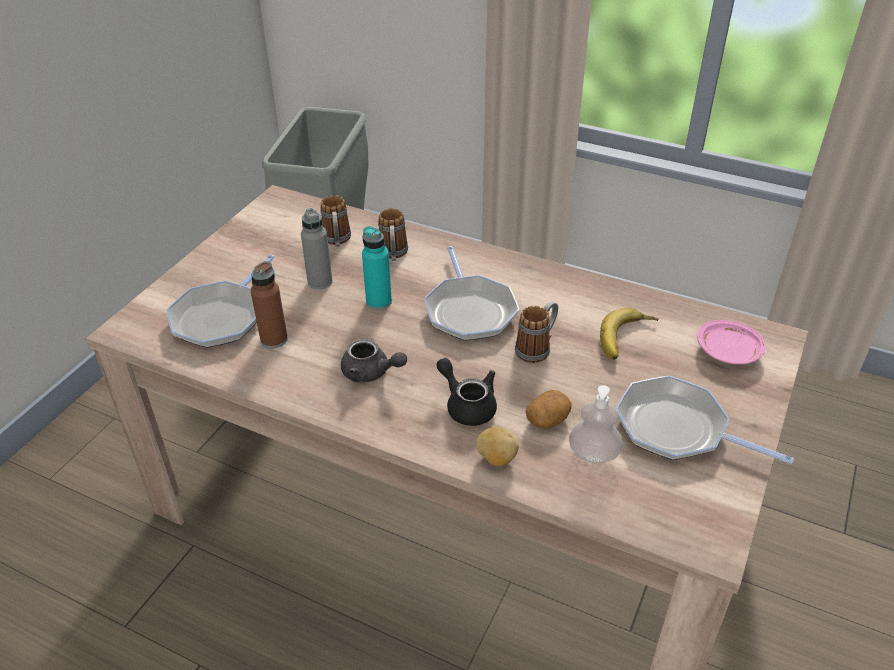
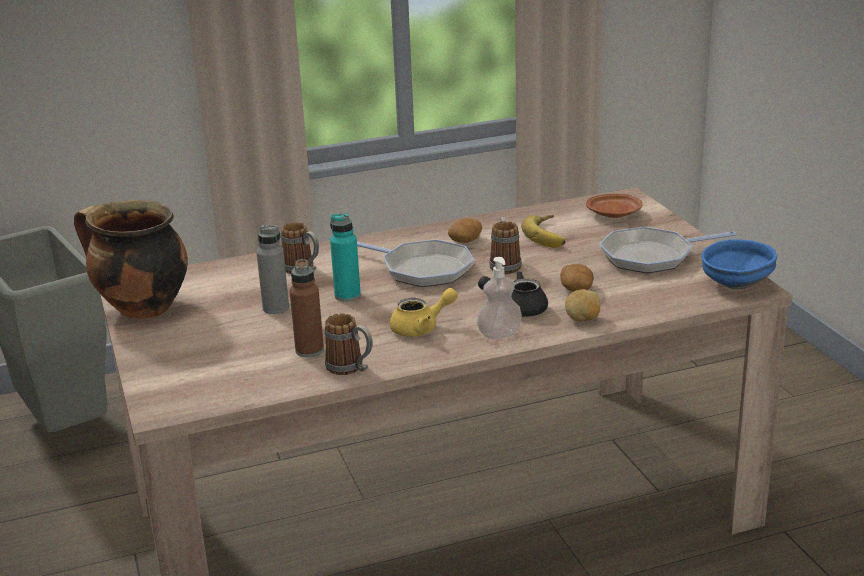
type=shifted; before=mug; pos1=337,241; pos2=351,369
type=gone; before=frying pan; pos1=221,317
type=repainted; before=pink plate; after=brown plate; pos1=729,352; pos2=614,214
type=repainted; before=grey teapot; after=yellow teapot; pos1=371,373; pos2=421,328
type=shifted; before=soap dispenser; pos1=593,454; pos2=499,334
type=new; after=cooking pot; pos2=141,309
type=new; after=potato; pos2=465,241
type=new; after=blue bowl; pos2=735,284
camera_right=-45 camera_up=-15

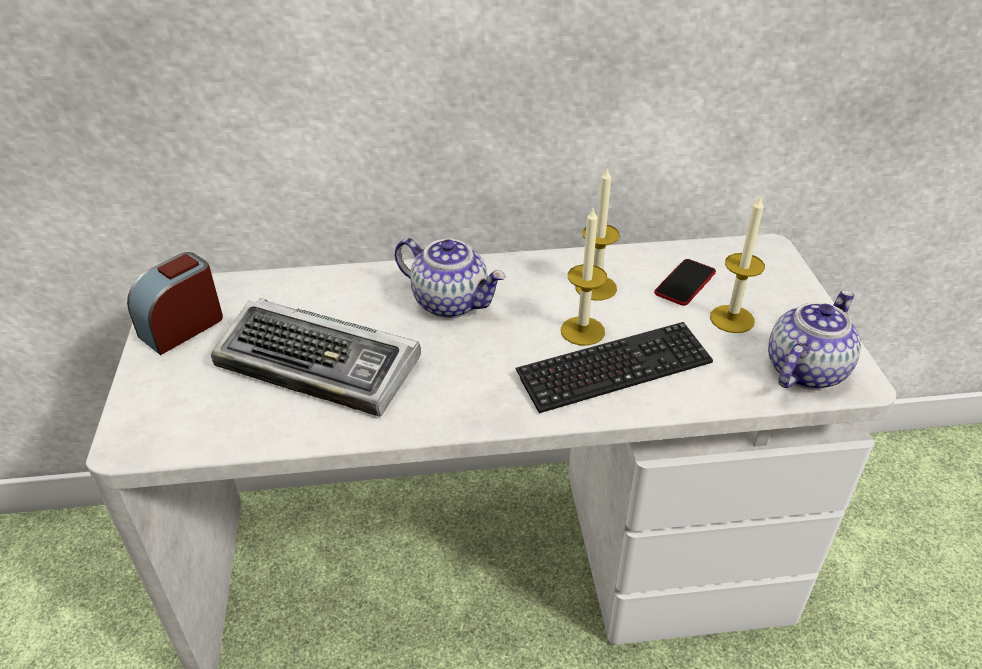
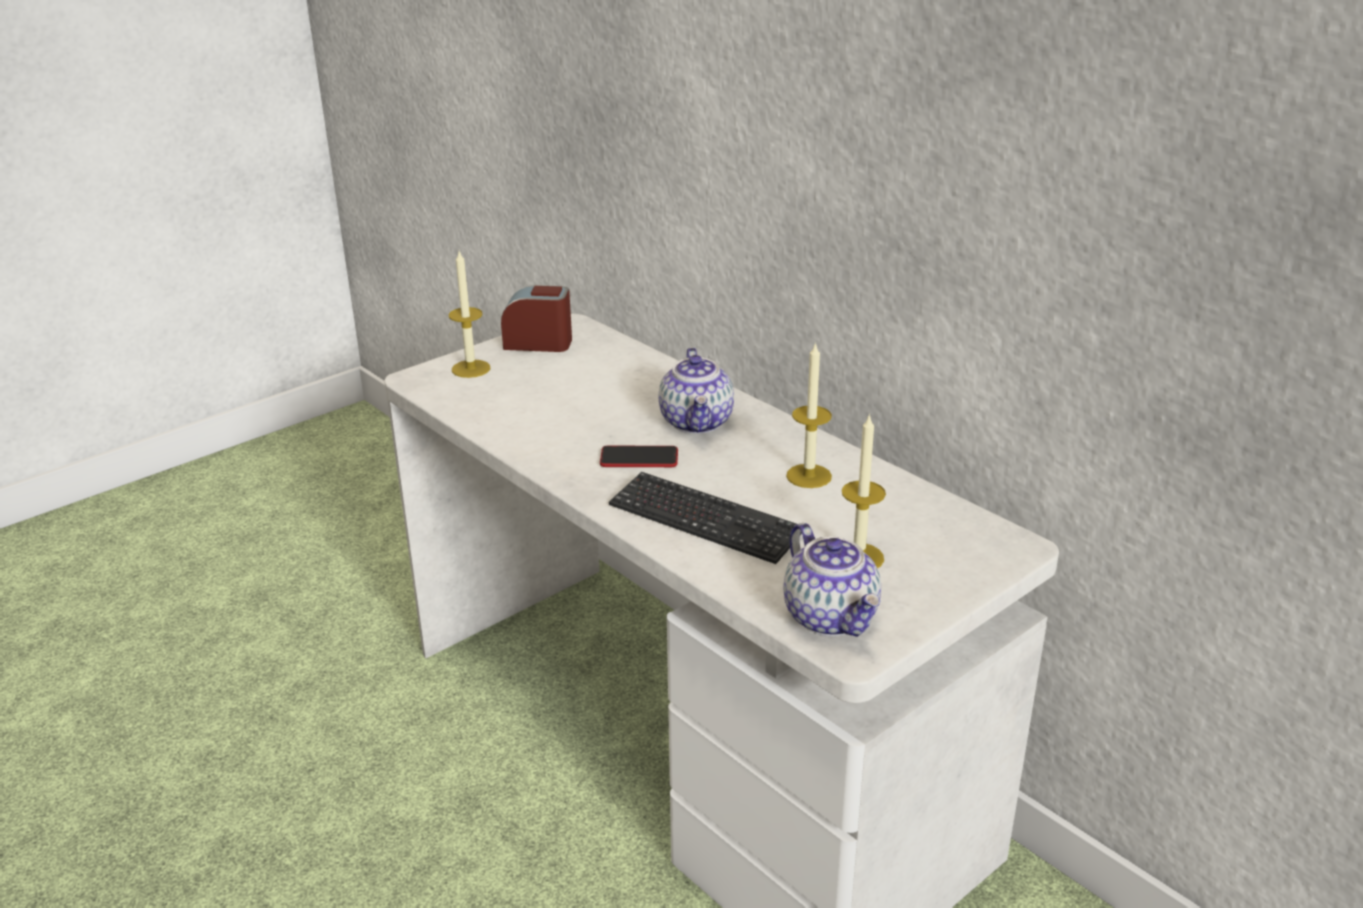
type=shifted; before=candle; pos1=582,331; pos2=471,369
type=shifted; before=phone; pos1=685,283; pos2=639,458
type=rotated; before=teapot; pos1=804,369; pos2=832,617; turn=60
type=gone; before=keyboard; pos1=321,365
camera_right=55 camera_up=-10

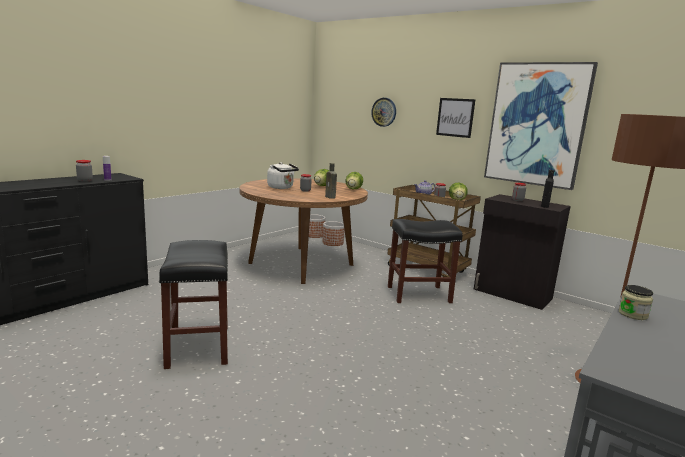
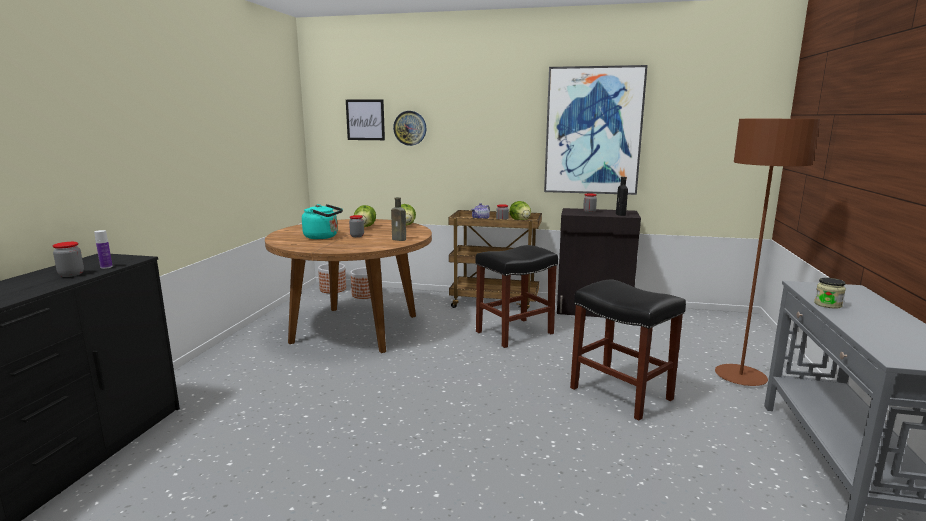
type=shifted; before=picture; pos1=455,117; pos2=365,120
type=repainted; before=white kettle; after=turquoise kettle; pos1=281,188; pos2=323,237
type=shifted; before=black stool; pos1=197,346; pos2=619,393
camera_right=-25 camera_up=0

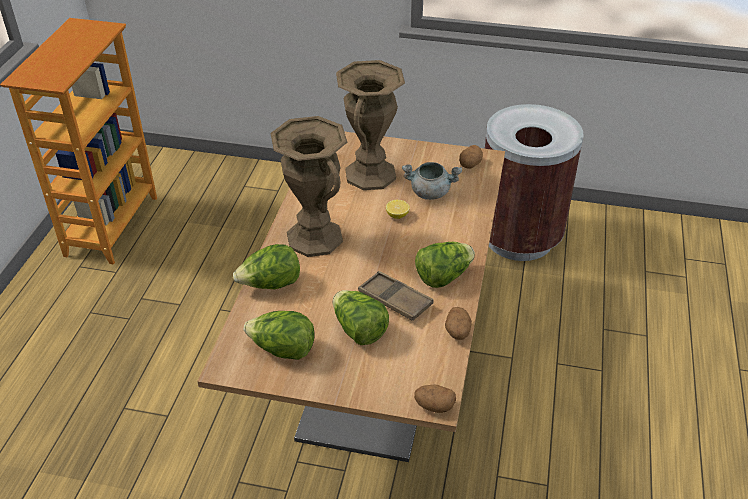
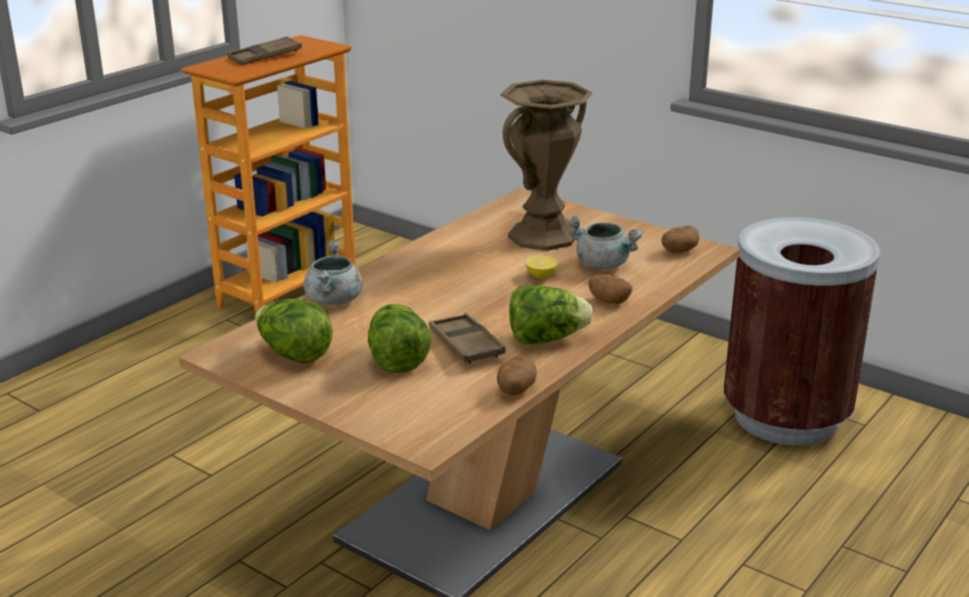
type=gone; before=brown vase; pos1=314,238
type=swapped; before=lettuce; after=grey cooking pot; pos1=270,285; pos2=334,300
type=shifted; before=potato; pos1=434,406; pos2=609,301
type=new; after=brown tray; pos2=265,56
camera_right=25 camera_up=-15

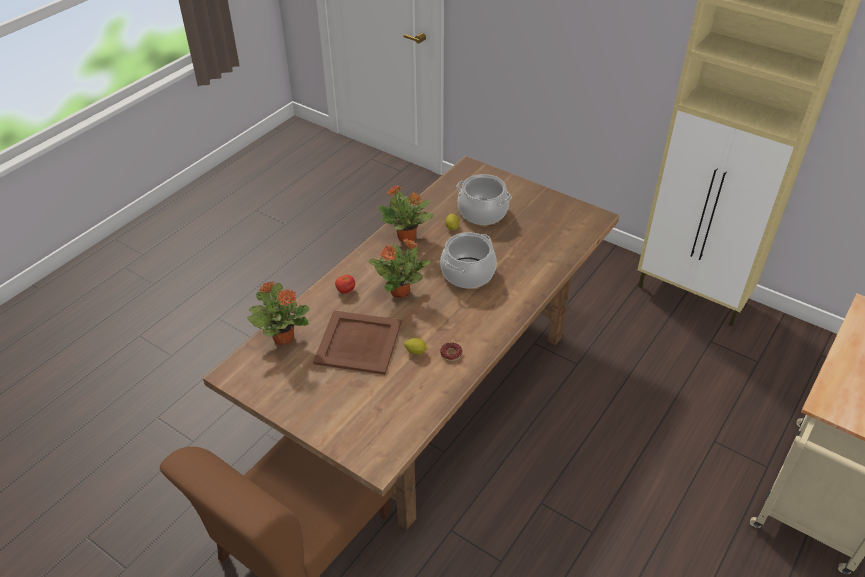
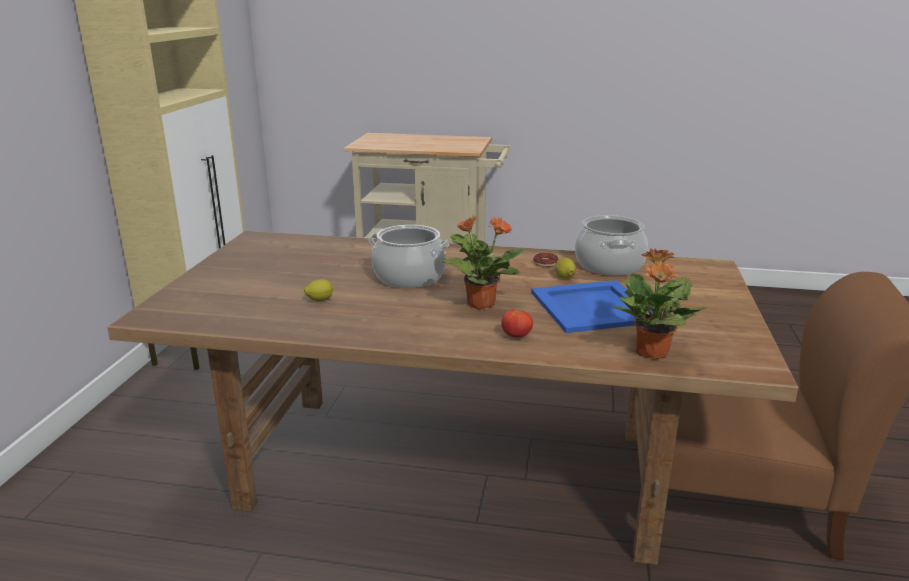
type=shifted; before=cooking pot; pos1=483,212; pos2=608,265
type=gone; before=potted plant; pos1=407,238
type=repainted; before=brown tray; after=blue tray; pos1=359,342; pos2=591,306
camera_right=-115 camera_up=-20

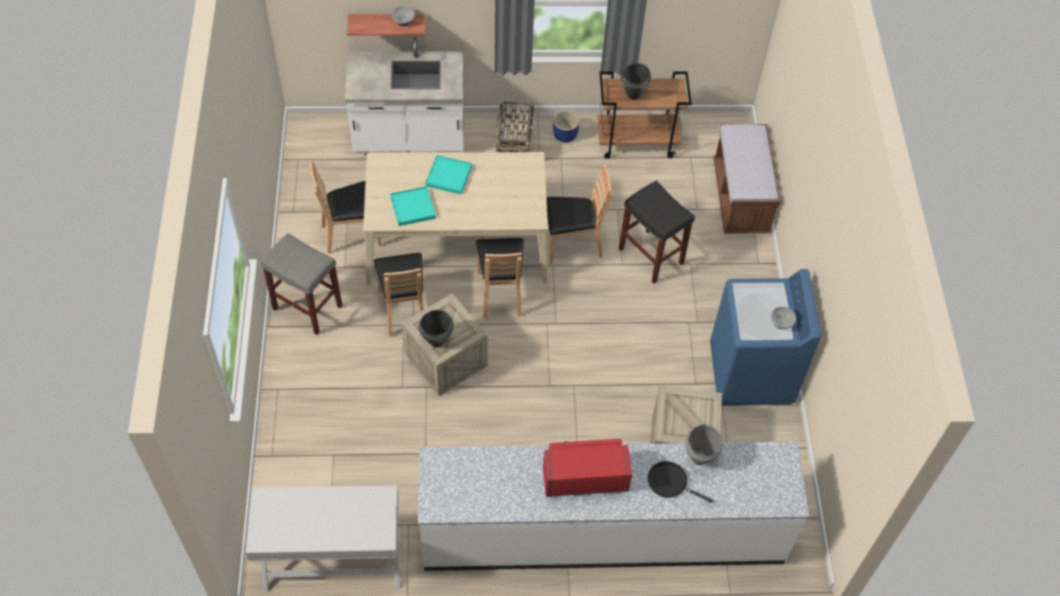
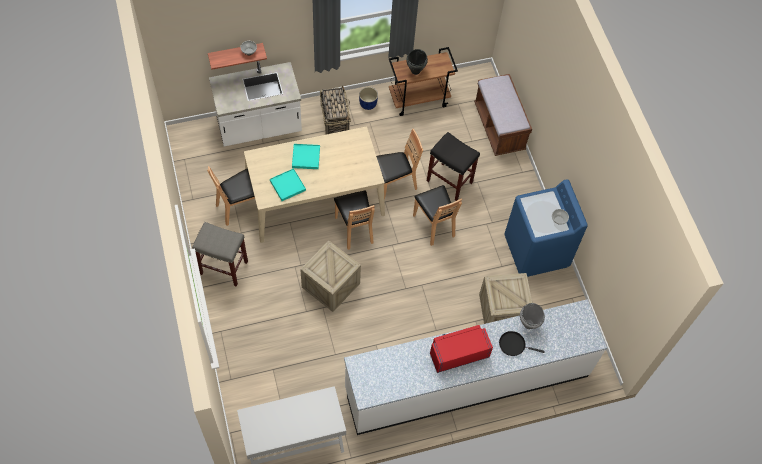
type=shifted; before=brown chair; pos1=404,309; pos2=434,225
type=gone; before=black cooking pot; pos1=437,341
camera_right=-15 camera_up=5

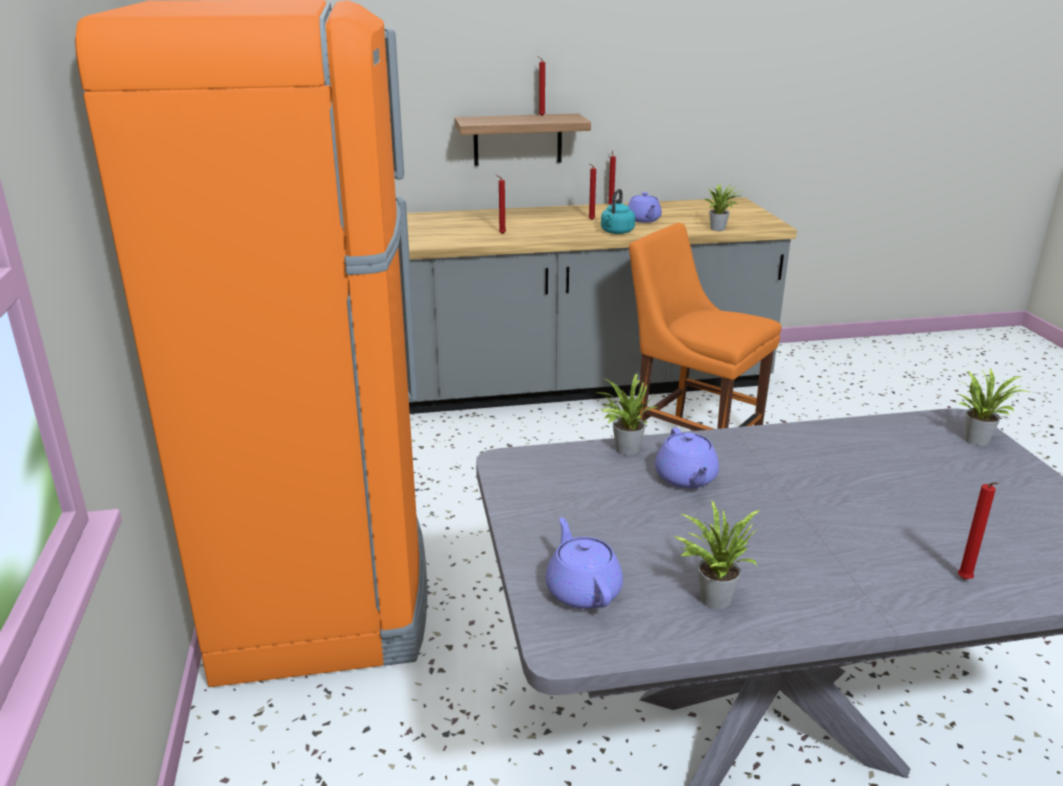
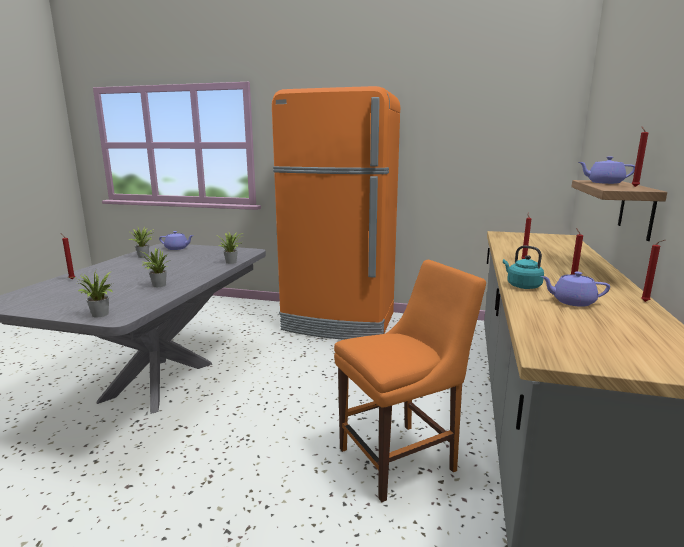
type=shifted; before=potted plant; pos1=719,229; pos2=157,285
type=shifted; before=purple teapot; pos1=686,478; pos2=604,183
camera_right=115 camera_up=-10

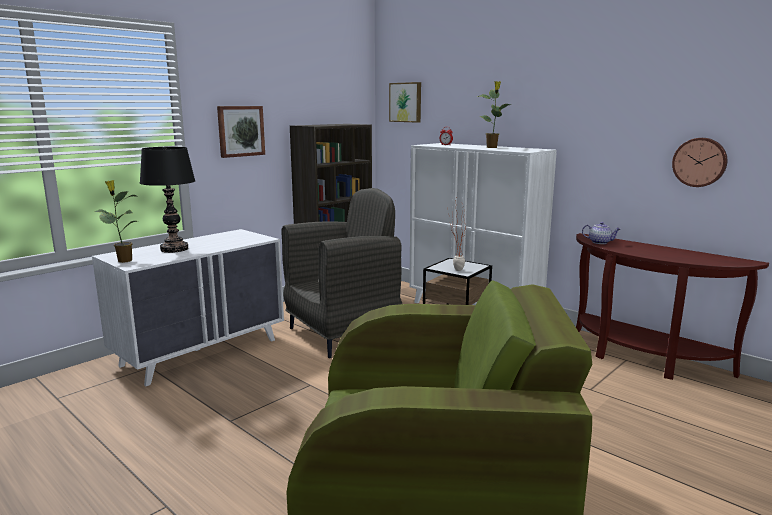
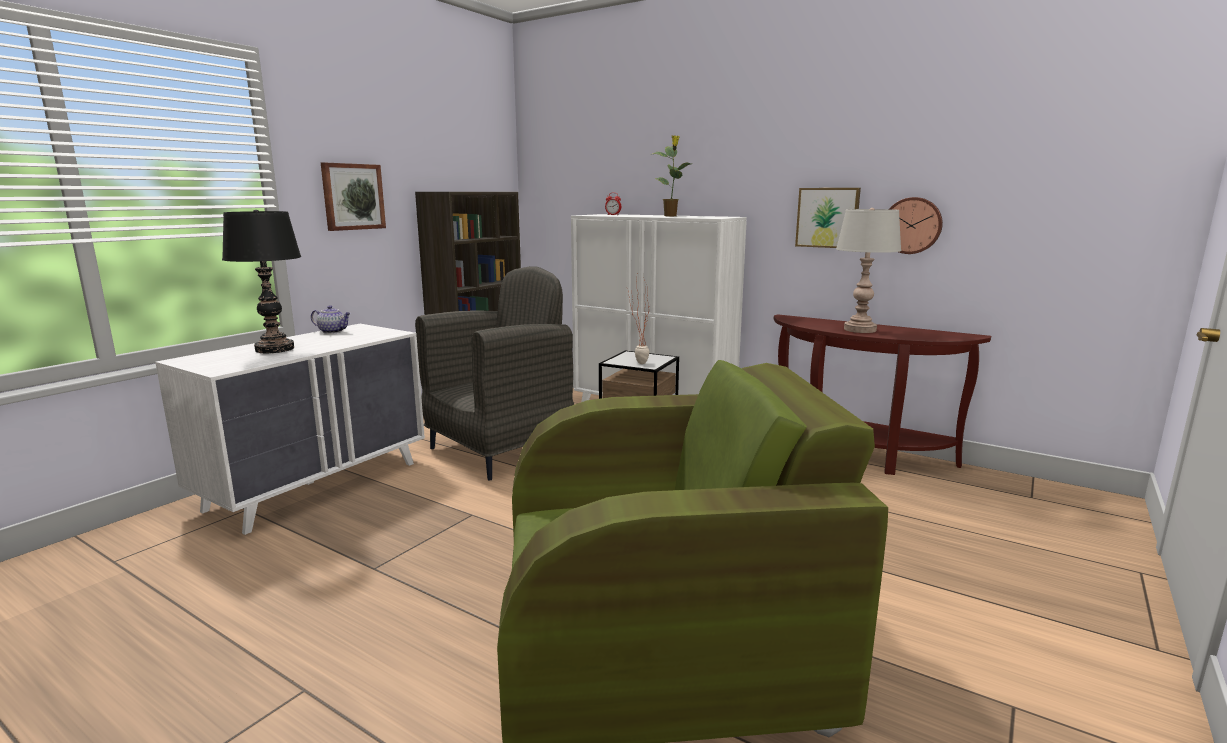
type=shifted; before=picture; pos1=406,102; pos2=827,217
type=gone; before=potted plant; pos1=124,260
type=shifted; before=teapot; pos1=600,242; pos2=333,331
type=new; after=grey table lamp; pos2=860,330
camera_right=-10 camera_up=0

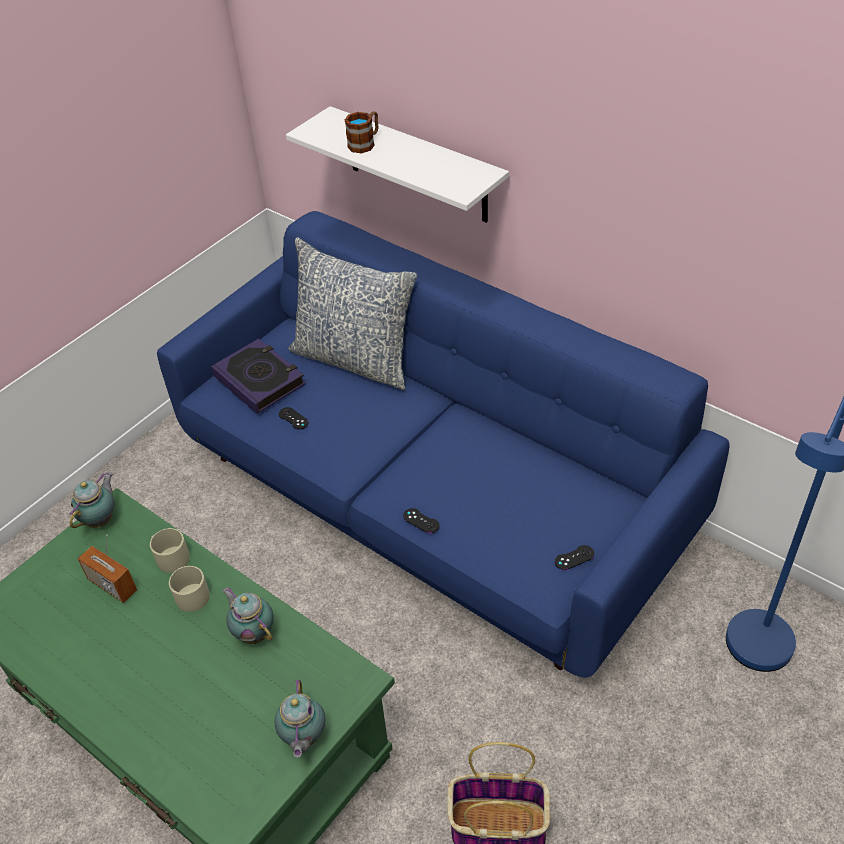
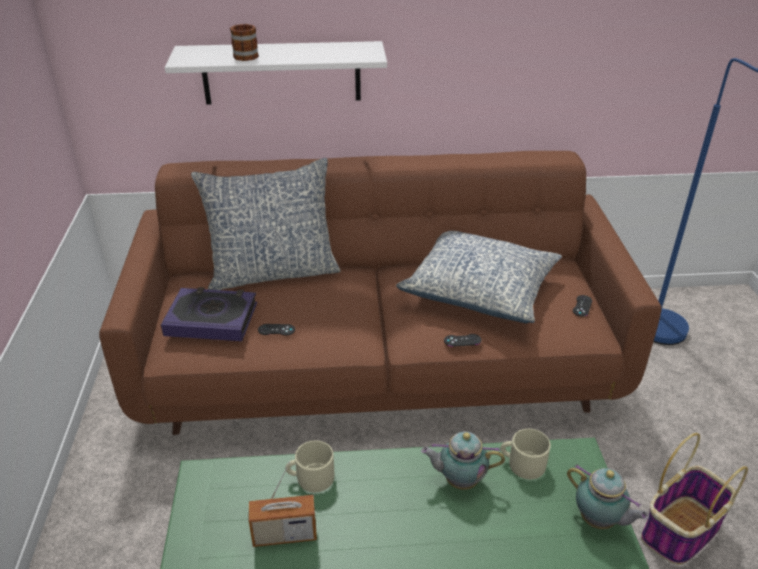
type=repainted; before=blue sofa; after=brown sofa; pos1=429,498; pos2=379,365
type=gone; before=teapot; pos1=101,519
type=shifted; before=beige mug; pos1=191,594; pos2=522,463
type=new; after=pillow; pos2=480,289
camera_right=-45 camera_up=-10

